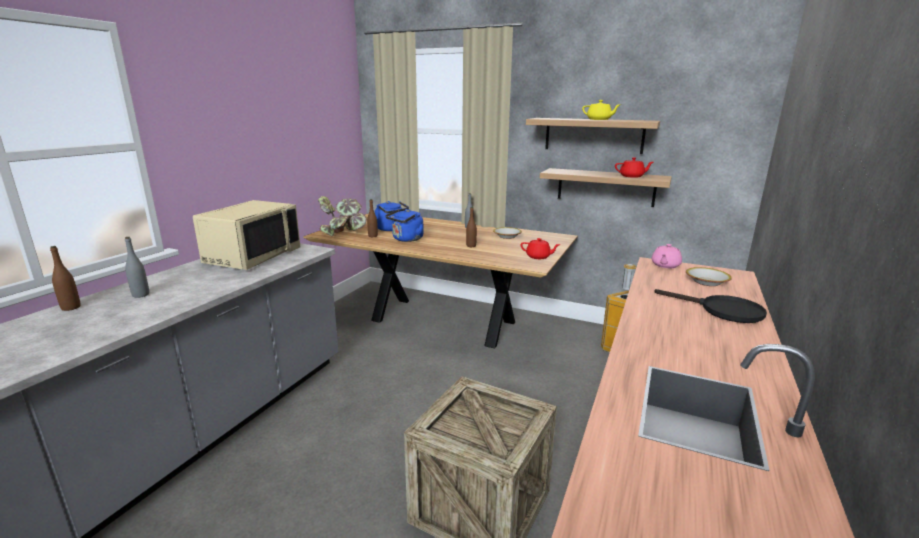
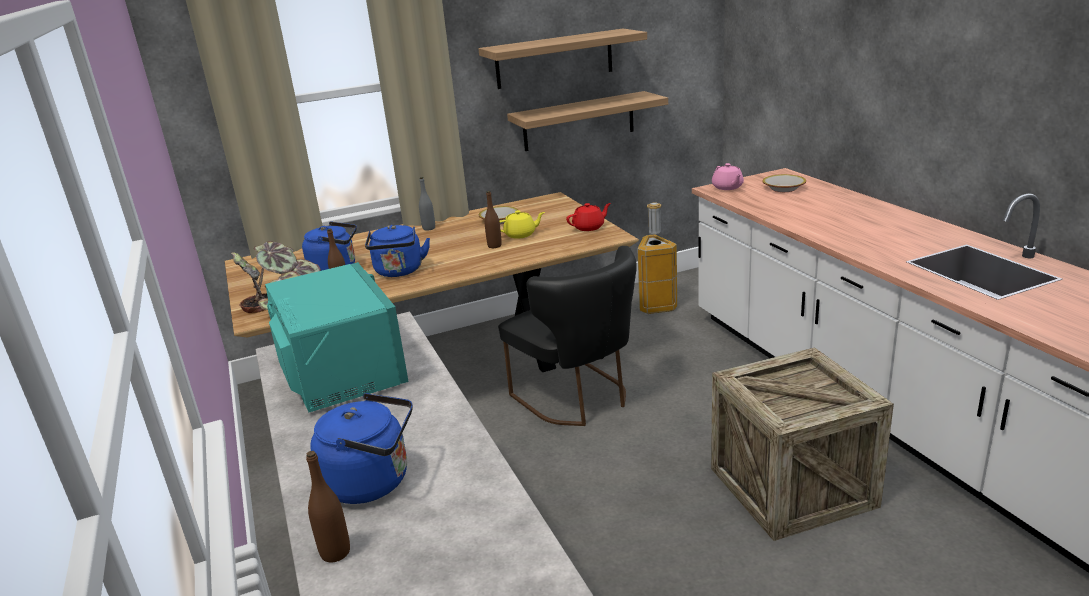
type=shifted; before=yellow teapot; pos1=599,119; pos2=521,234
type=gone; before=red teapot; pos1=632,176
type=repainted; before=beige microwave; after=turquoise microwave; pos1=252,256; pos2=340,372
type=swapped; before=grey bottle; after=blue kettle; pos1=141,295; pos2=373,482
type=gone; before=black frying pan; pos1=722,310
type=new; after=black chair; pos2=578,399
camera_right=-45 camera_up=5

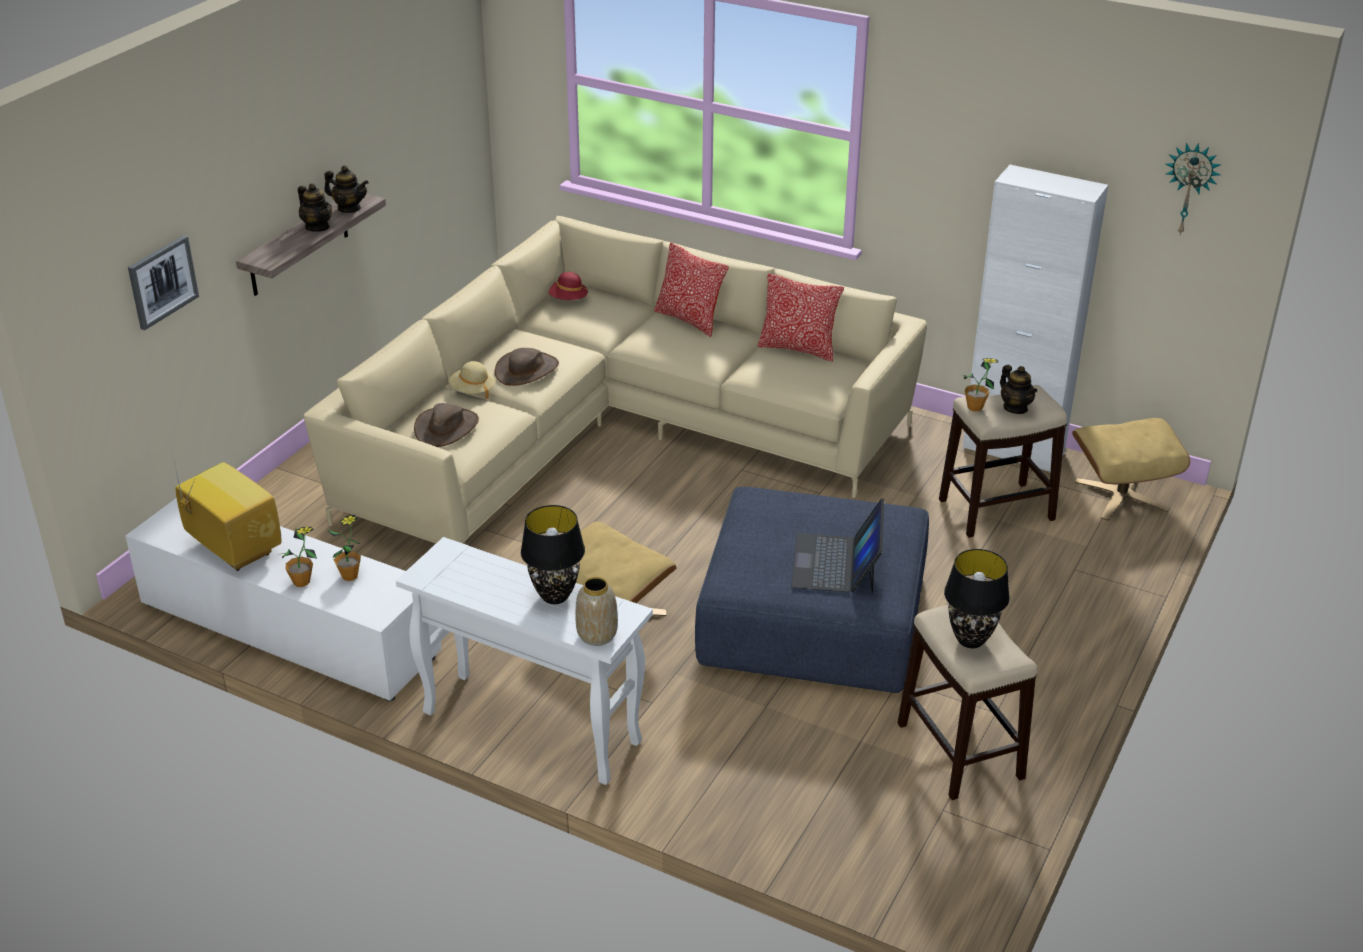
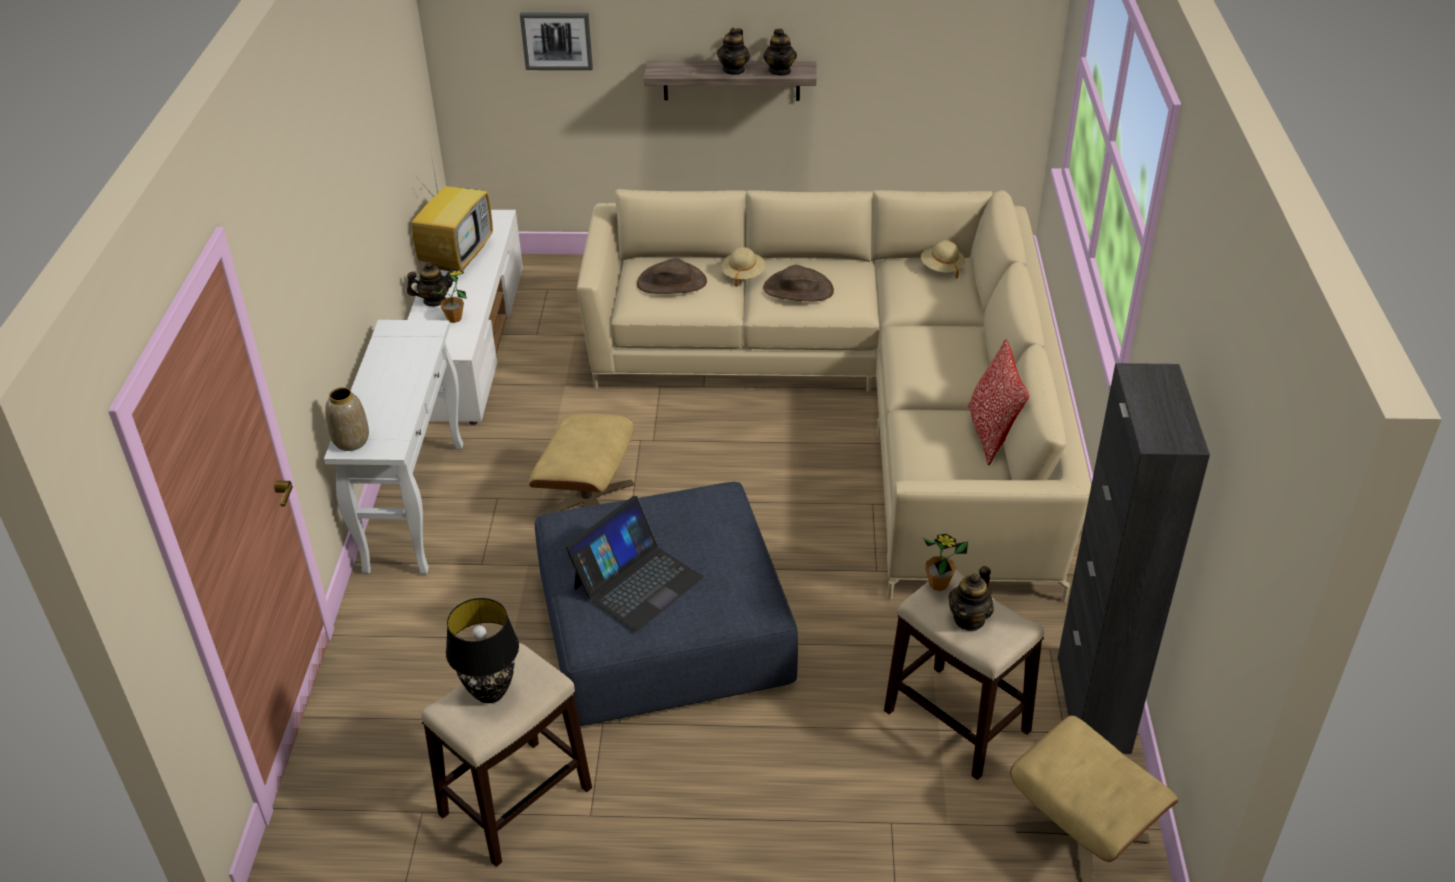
type=gone; before=wall clock; pos1=1190,188
type=repainted; before=white cabinet; after=black cabinet; pos1=1013,450; pos2=1093,704
type=gone; before=pillow; pos1=689,320
type=repainted; before=red hat; after=beige hat; pos1=567,299; pos2=941,268
type=rotated; before=laptop; pos1=836,563; pos2=637,582; turn=150
type=gone; before=black table lamp; pos1=554,596
type=swapped; before=potted plant; after=teapot; pos1=301,582; pos2=434,301
camera_right=65 camera_up=5

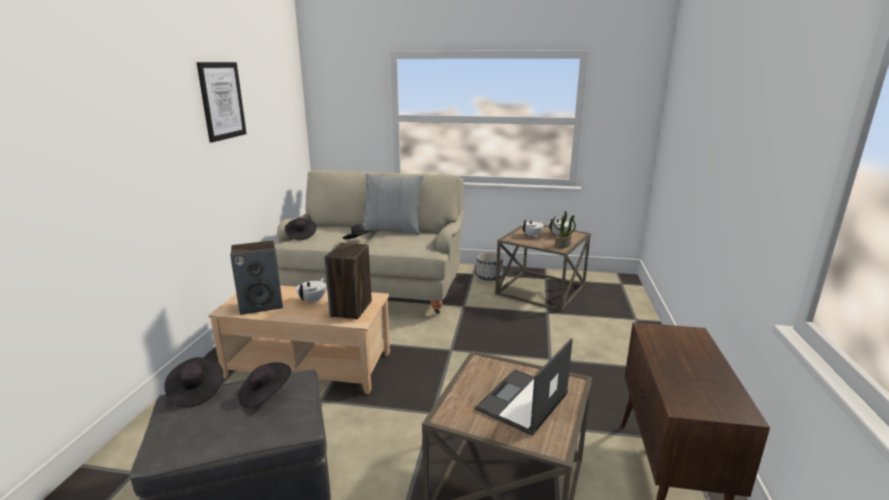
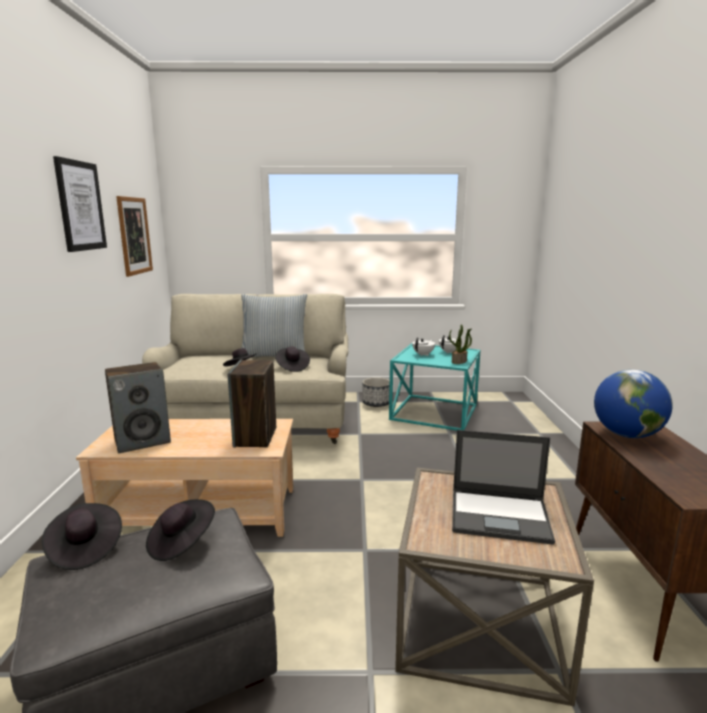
type=shifted; before=black hat; pos1=301,235; pos2=292,367
type=repainted; before=brown side table; after=turquoise side table; pos1=541,289; pos2=435,412
type=gone; before=white teapot; pos1=313,300
type=rotated; before=laptop; pos1=522,402; pos2=501,516; turn=-105
type=new; after=picture; pos2=134,236
type=new; after=globe; pos2=626,435
camera_right=-10 camera_up=-5

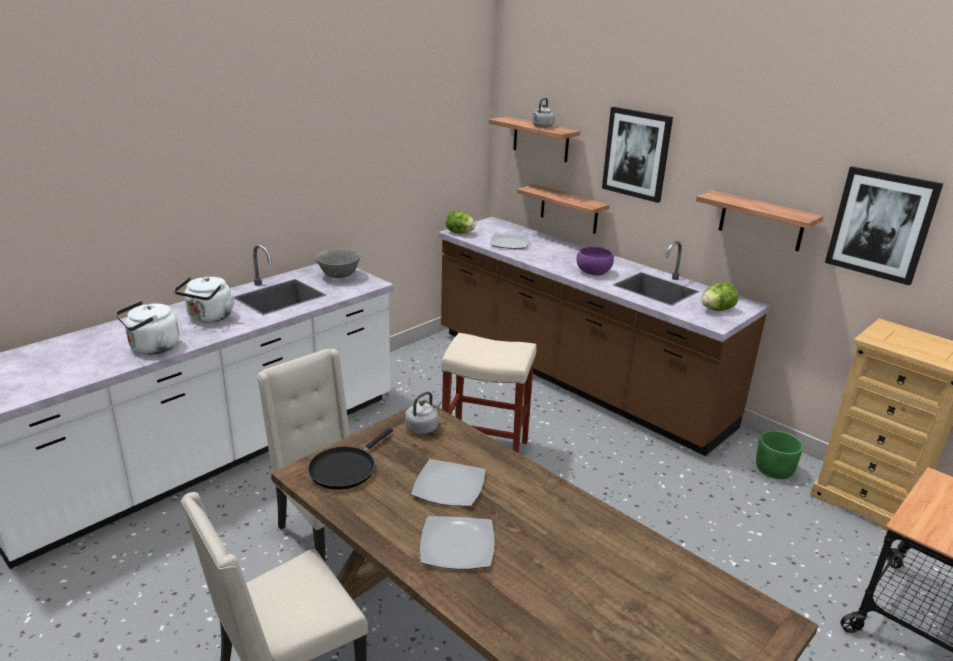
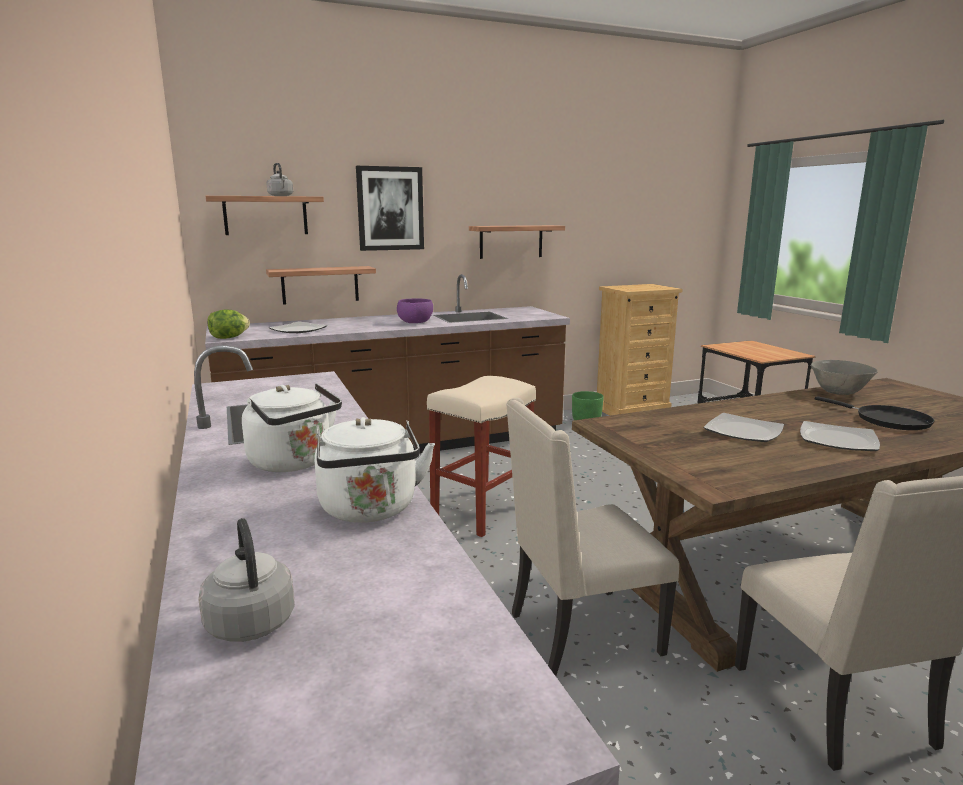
type=gone; before=picture; pos1=881,224
type=shifted; before=grey bowl; pos1=339,276; pos2=839,393
type=gone; before=lettuce; pos1=717,310
type=shifted; before=grey kettle; pos1=423,427; pos2=250,620
type=shifted; before=black frying pan; pos1=345,469; pos2=887,420
camera_right=-65 camera_up=-10

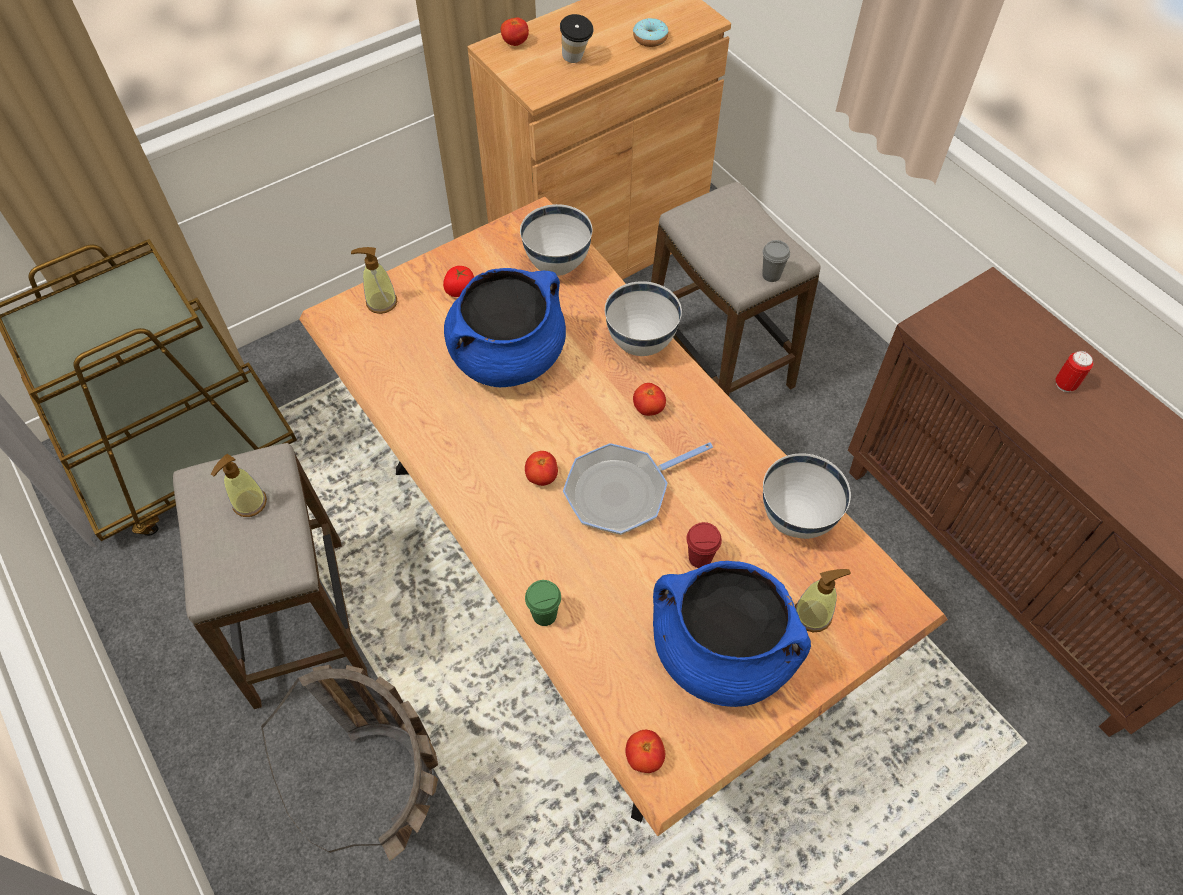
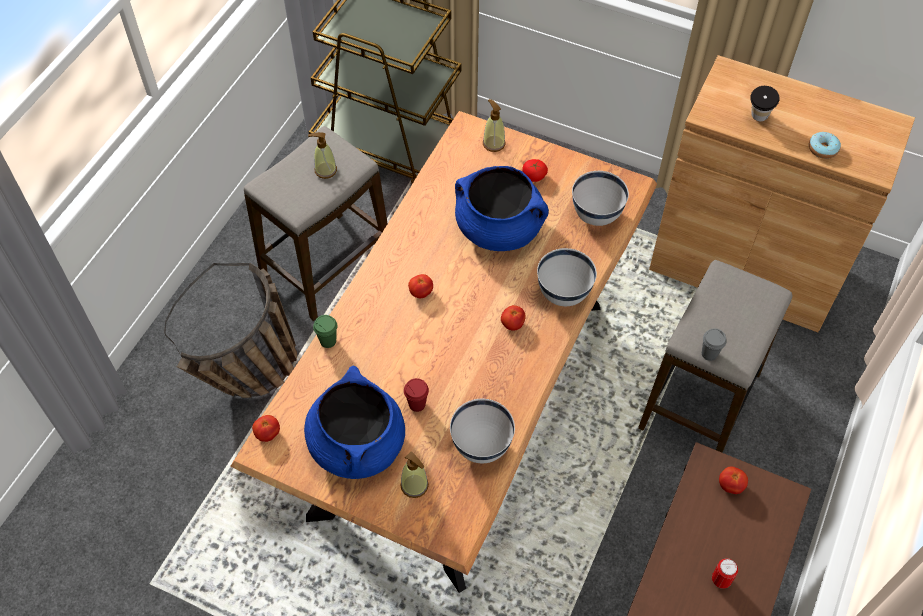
type=shifted; before=tomato; pos1=515,43; pos2=730,485
type=gone; before=frying pan; pos1=622,492
camera_right=60 camera_up=0

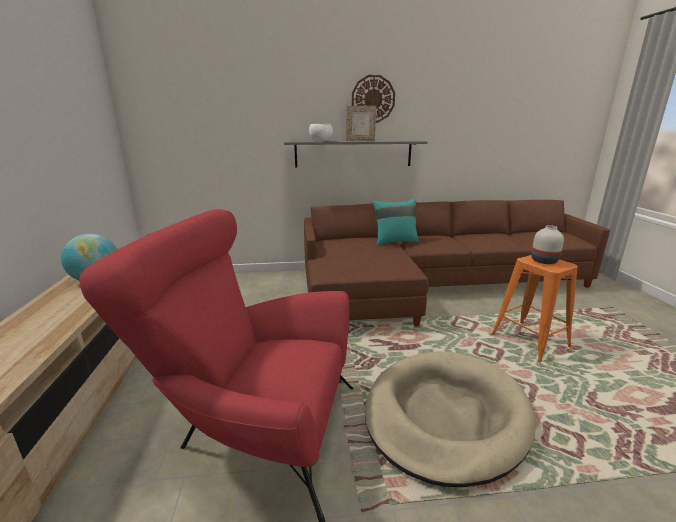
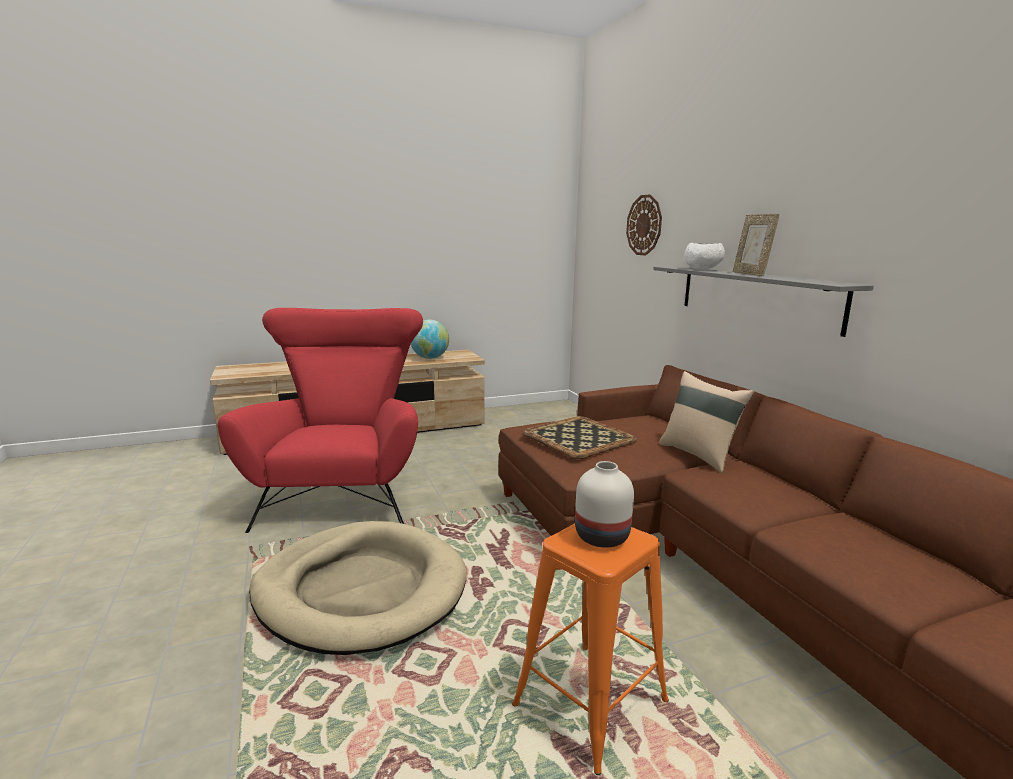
type=shifted; before=wall clock; pos1=373,99; pos2=644,225
type=repainted; before=turquoise pillow; after=beige pillow; pos1=394,242; pos2=699,455
type=new; after=tray; pos2=579,437
camera_right=75 camera_up=-5

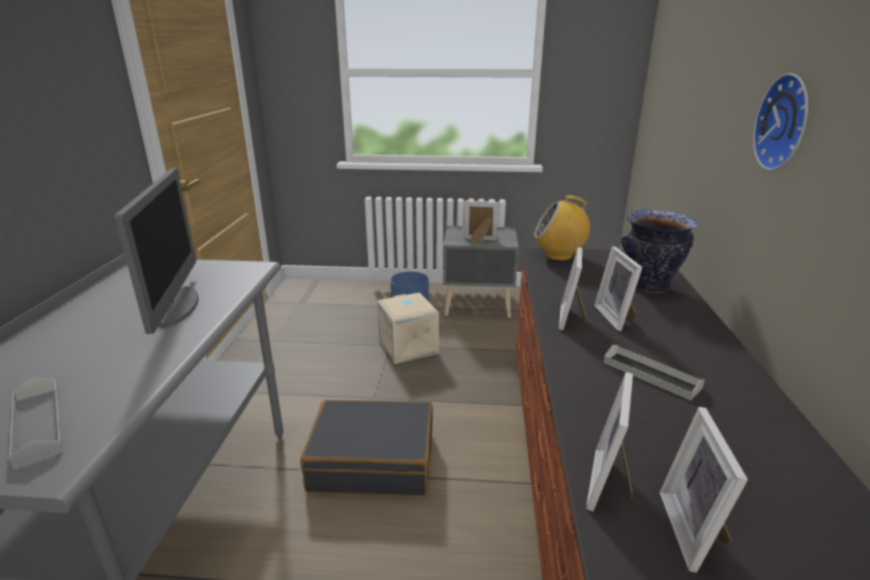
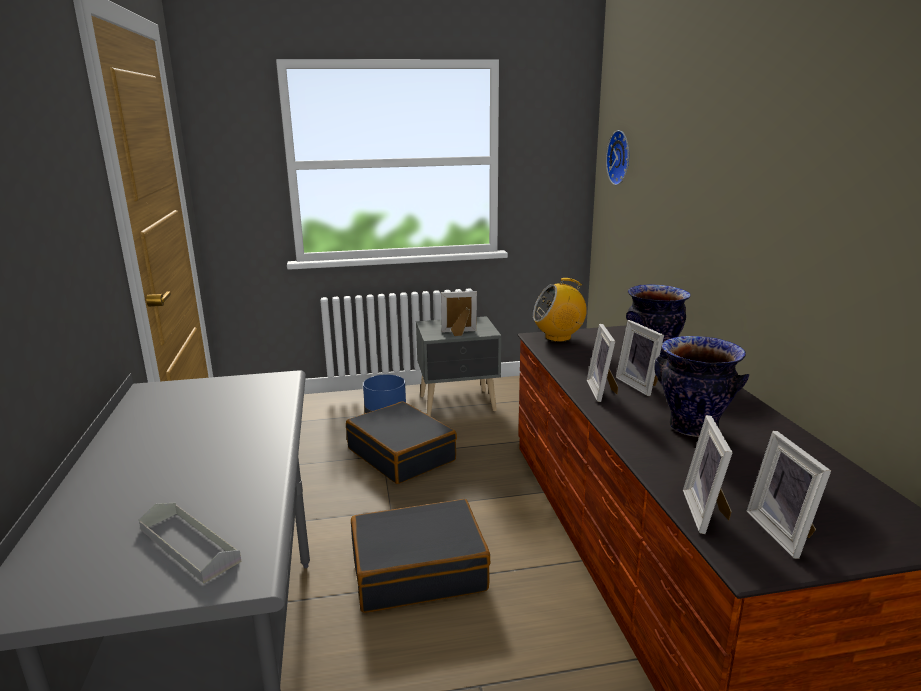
type=shifted; before=wall clock; pos1=786,123; pos2=621,157
type=gone; before=monitor; pos1=176,306
type=swapped; before=beige storage box; after=black suitcase; pos1=407,347; pos2=402,454
type=swapped; before=grey tray; after=vase; pos1=651,374; pos2=693,427
camera_right=-15 camera_up=-5

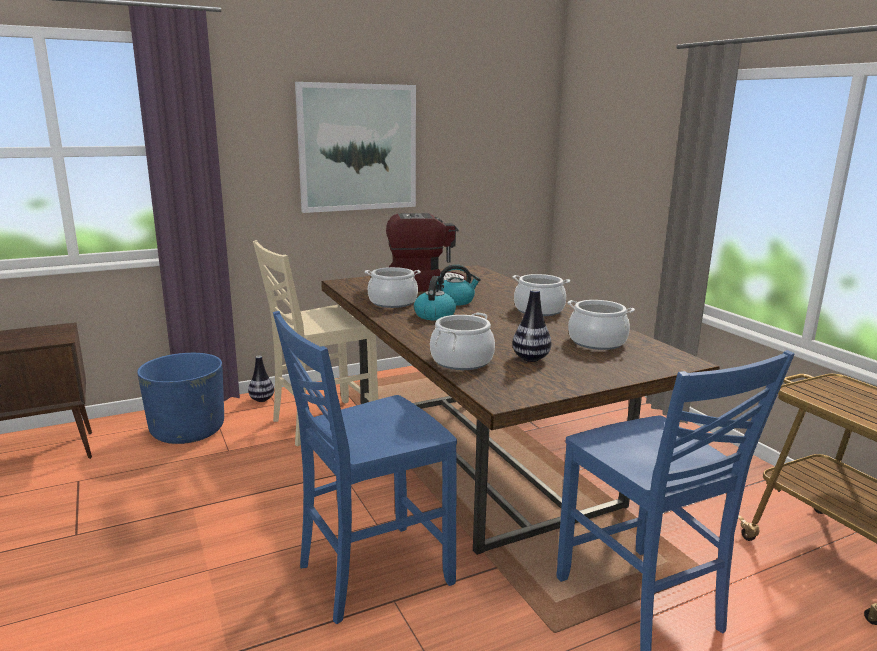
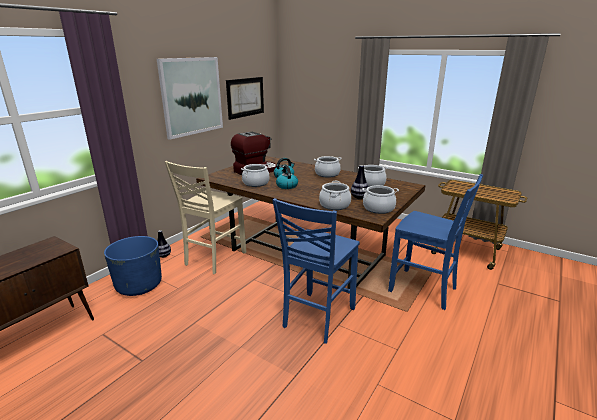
type=new; after=picture; pos2=245,97
type=new; after=cooking pot; pos2=378,208
camera_right=-30 camera_up=5

